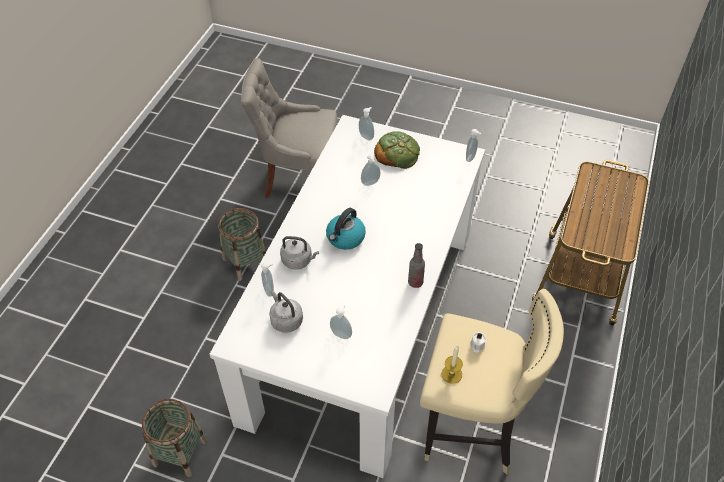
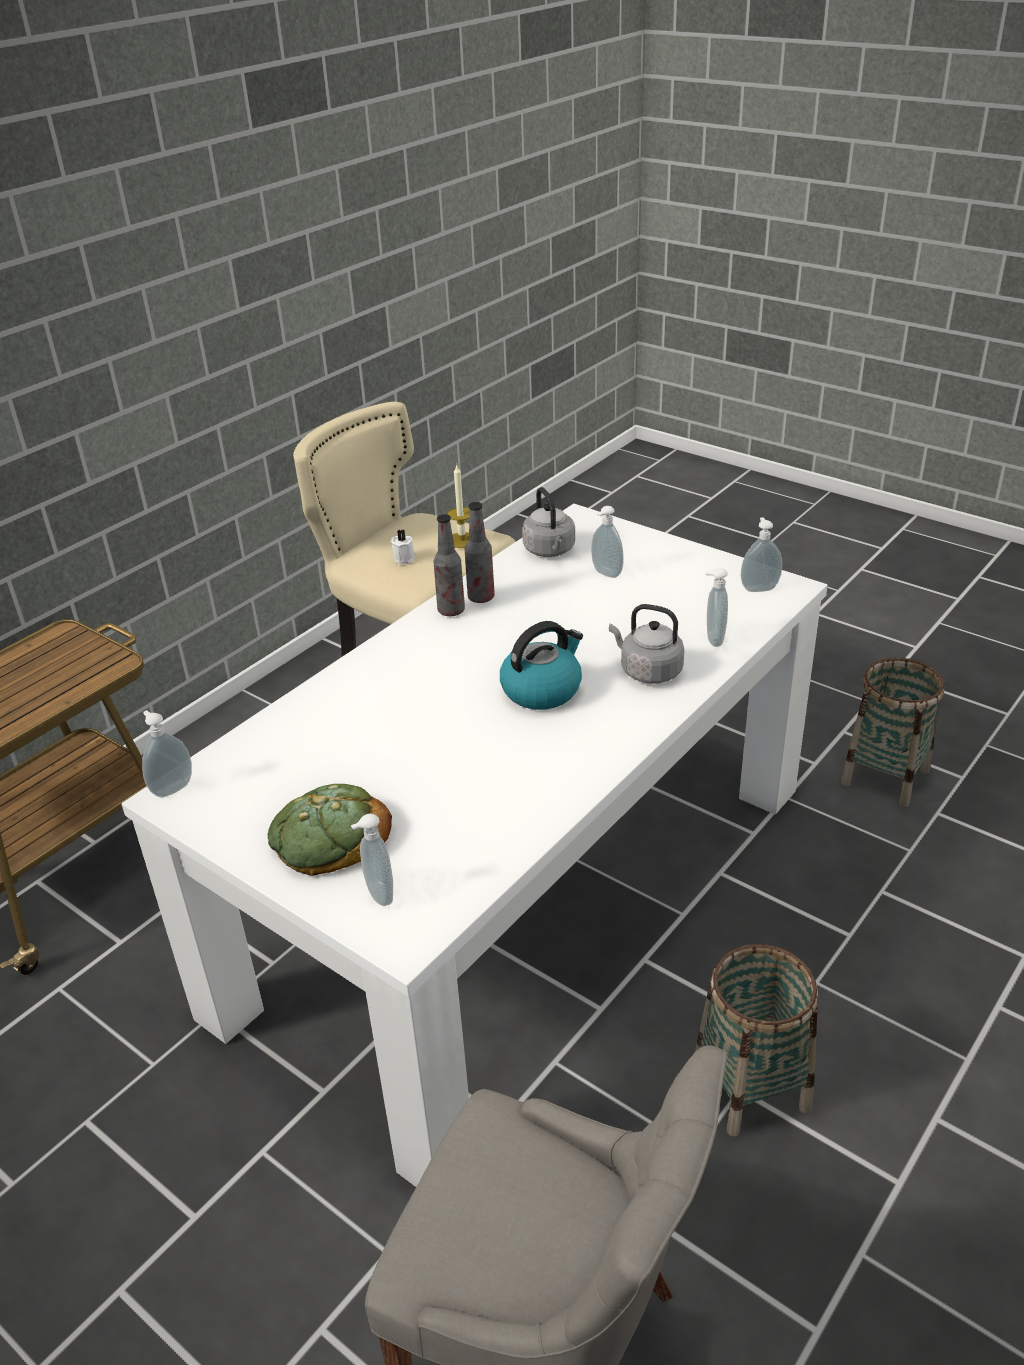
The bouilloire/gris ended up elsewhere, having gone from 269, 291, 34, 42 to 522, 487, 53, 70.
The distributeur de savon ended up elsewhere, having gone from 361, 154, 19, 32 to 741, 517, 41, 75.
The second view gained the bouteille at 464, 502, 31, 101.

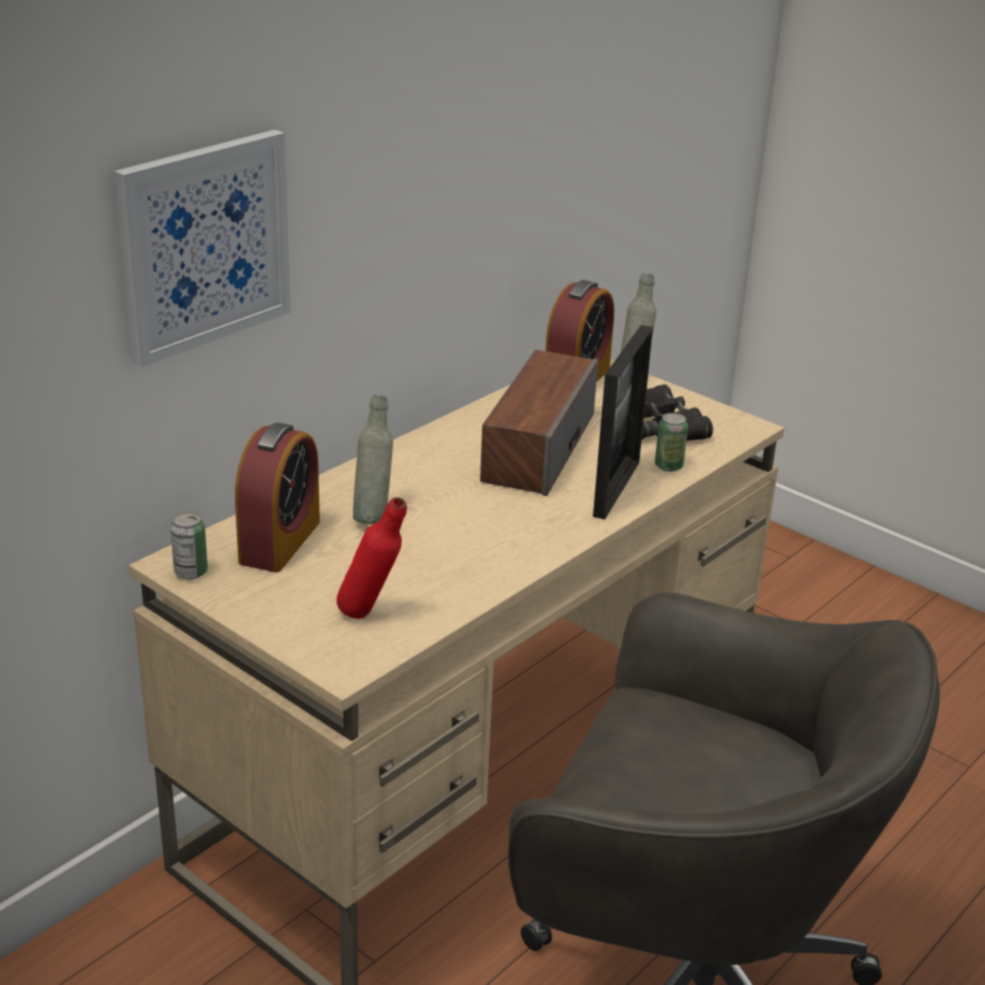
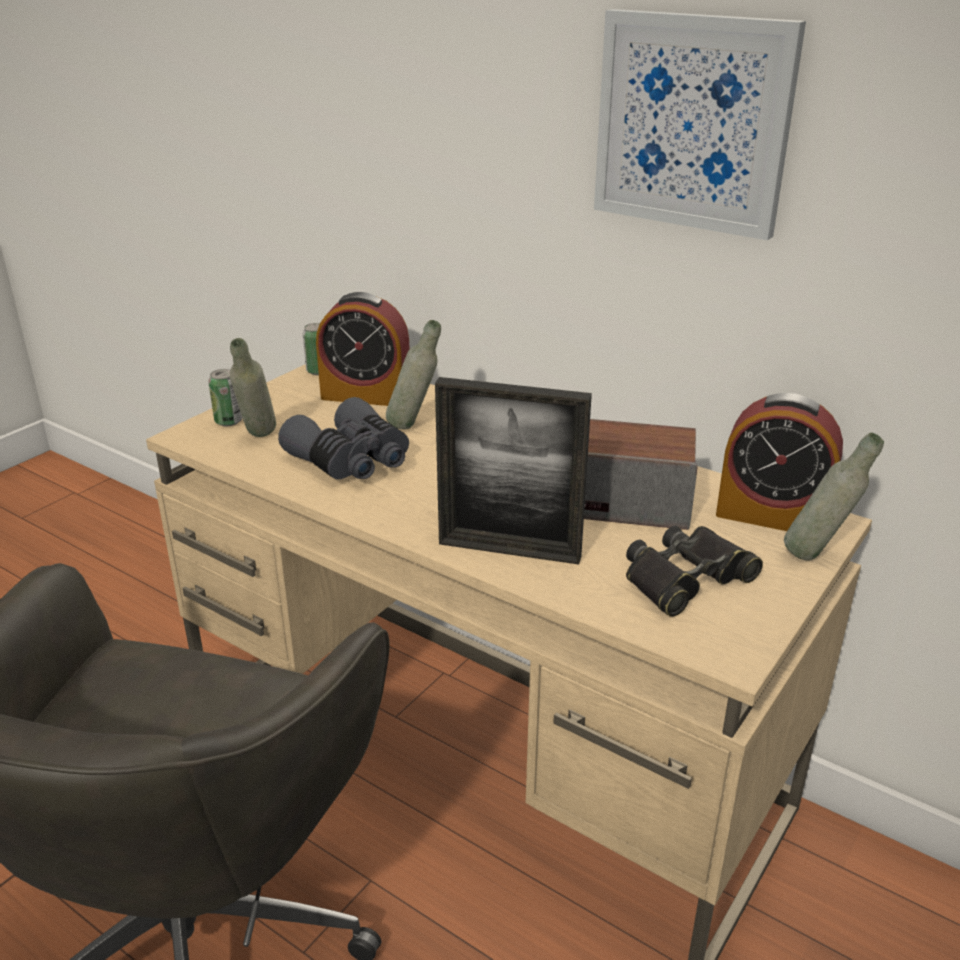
The tableau ended up elsewhere, having gone from 114, 130, 177, 237 to 594, 9, 212, 231.
What was the bouteille/rouge at 337, 497, 70, 122 turned into the bouteille/gris at 230, 338, 46, 99.
The boîte métallique ended up elsewhere, having gone from 655, 413, 33, 59 to 208, 369, 34, 57.
The second view gained the jumelles/gris at 278, 397, 131, 83.

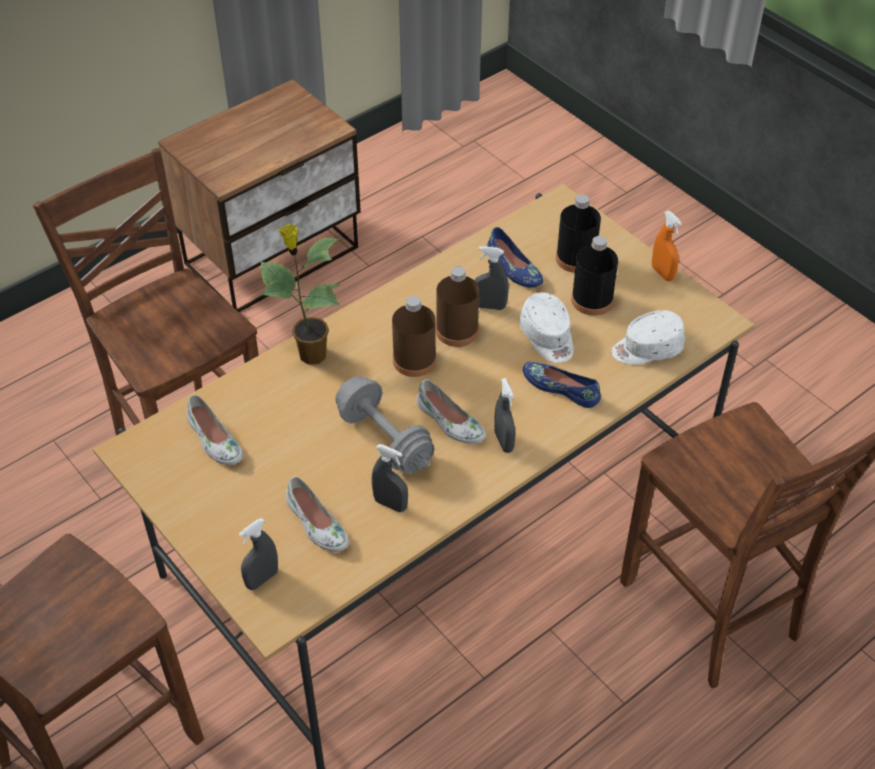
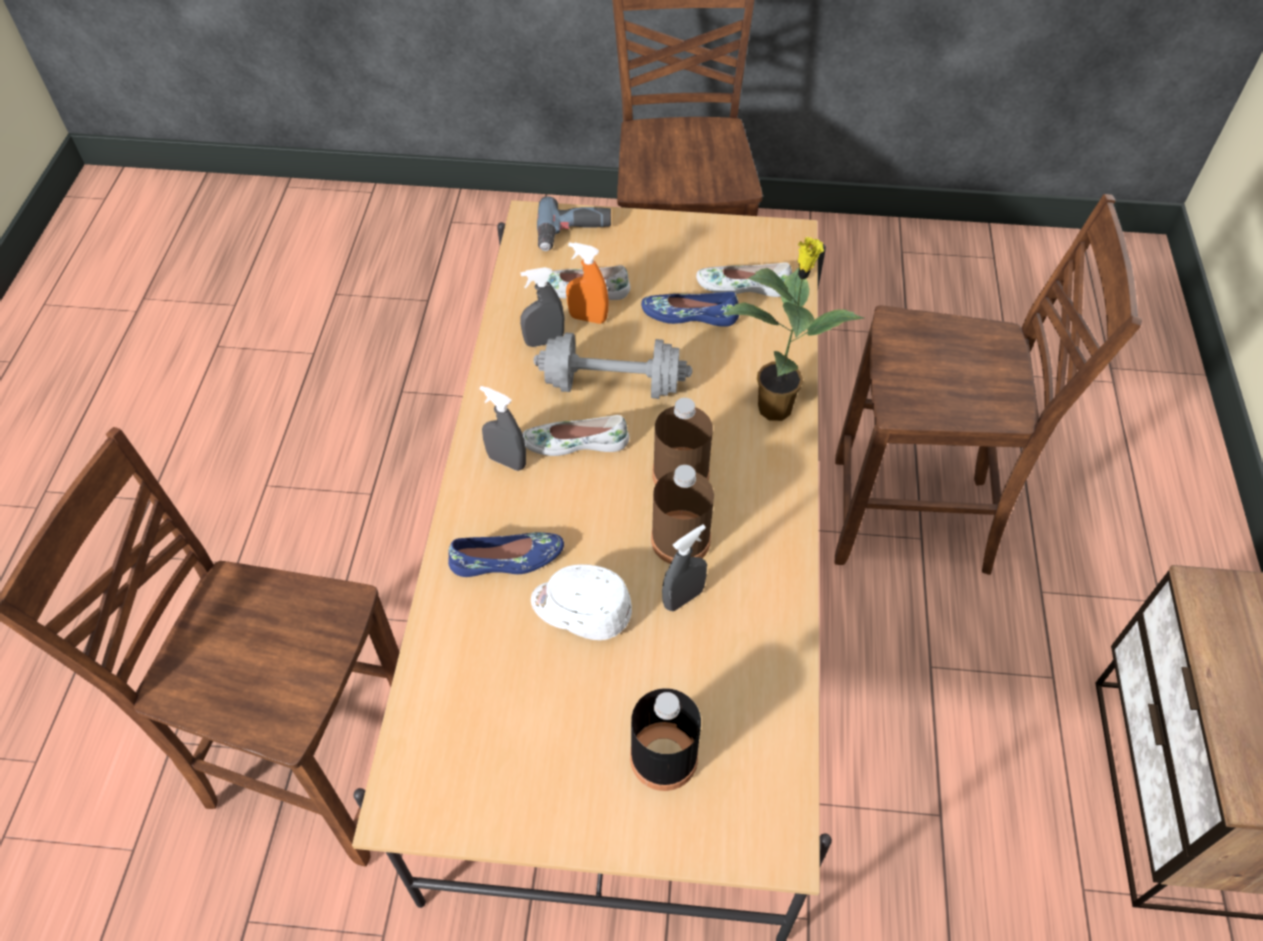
Where the vaporisateur/gris stood at 238, 518, 40, 72, the perceuse came to stand at 537, 196, 74, 55.
The chaussure/bleu ended up elsewhere, having gone from 487, 227, 57, 61 to 641, 292, 98, 35.
The second view lost the bouteille/noir at 571, 236, 47, 79.
The second view lost the casquette/blanc at 611, 310, 74, 55.
The vaporisateur/orange ended up elsewhere, having gone from 652, 211, 30, 70 to 566, 242, 43, 82.

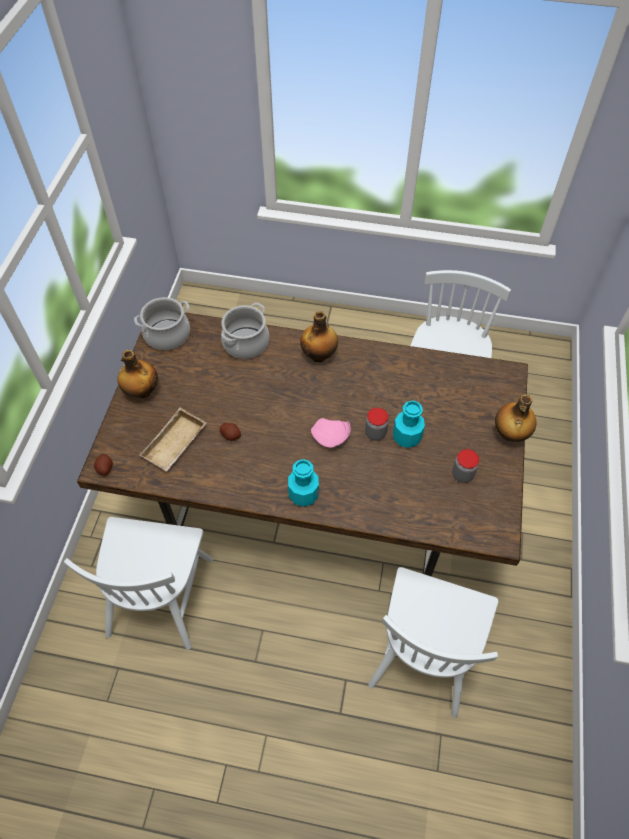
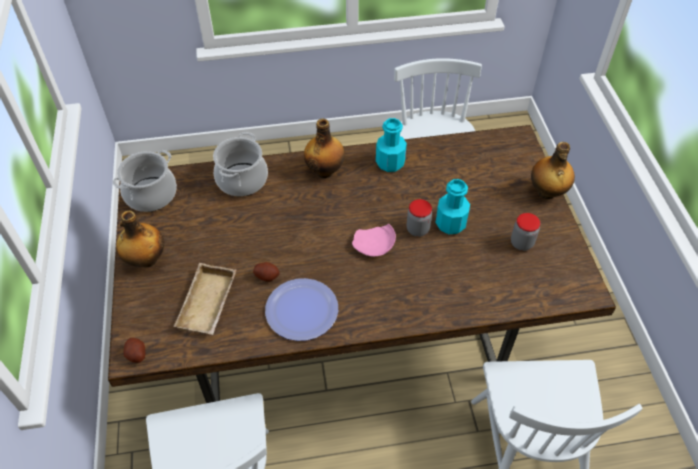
The bouteille/turquoise ended up elsewhere, having gone from 288, 459, 31, 48 to 376, 118, 31, 54.
The second view gained the assiette at 265, 278, 73, 63.

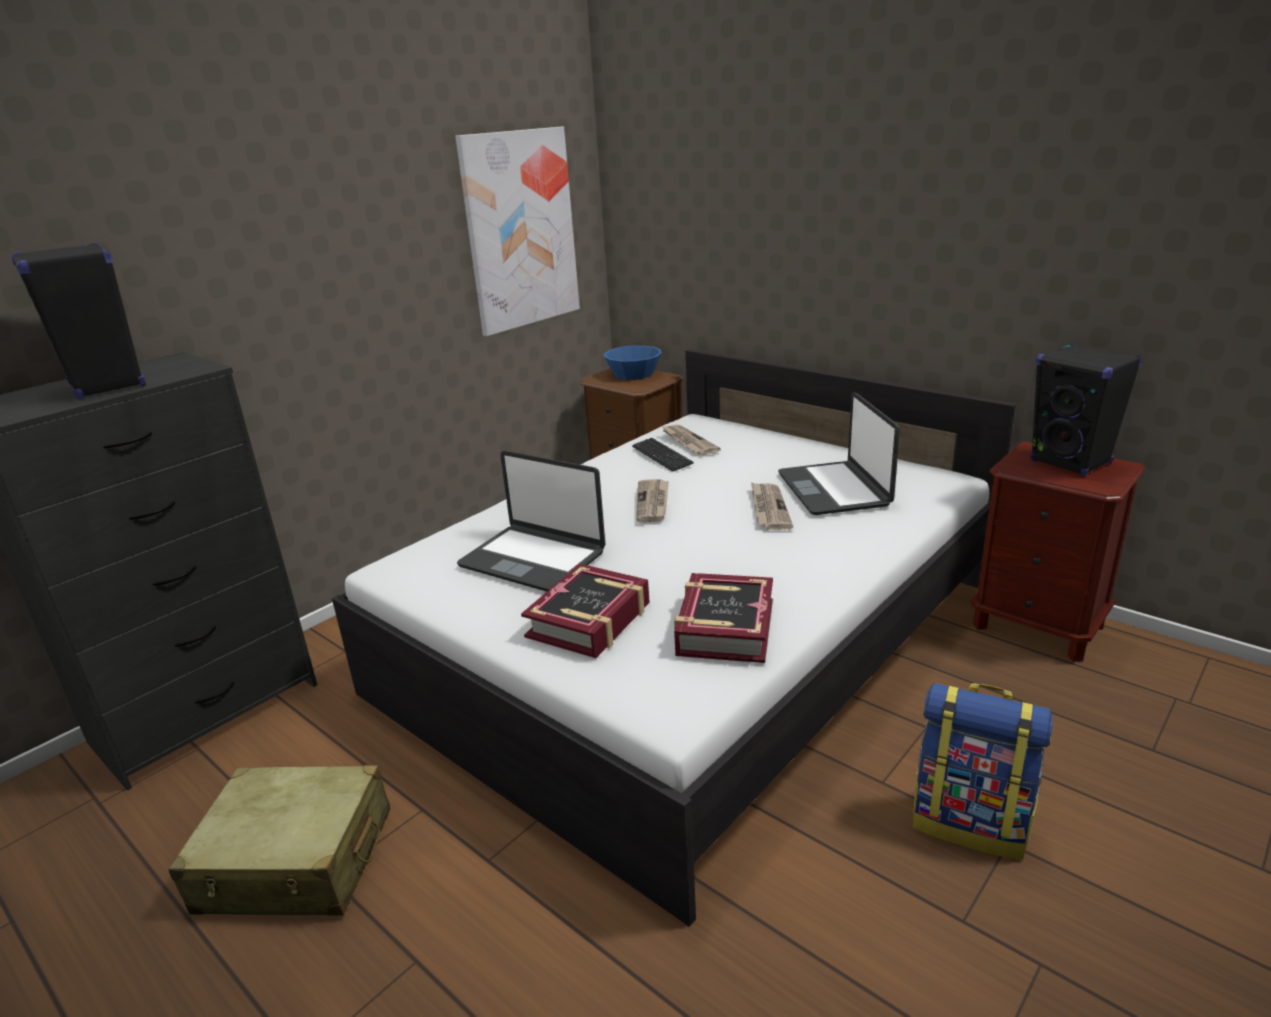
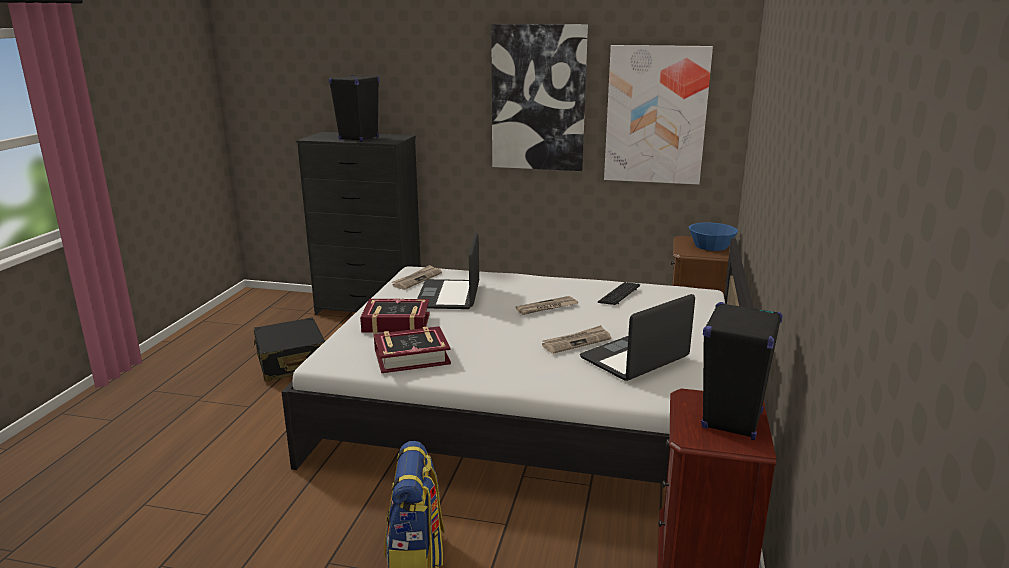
What was the valise/beige at 168, 765, 223, 151 turned into the valise/noir at 253, 317, 73, 64.
The journal ended up elsewhere, having gone from 661, 425, 60, 30 to 391, 265, 51, 25.
The second view gained the tableau at 491, 24, 97, 147.

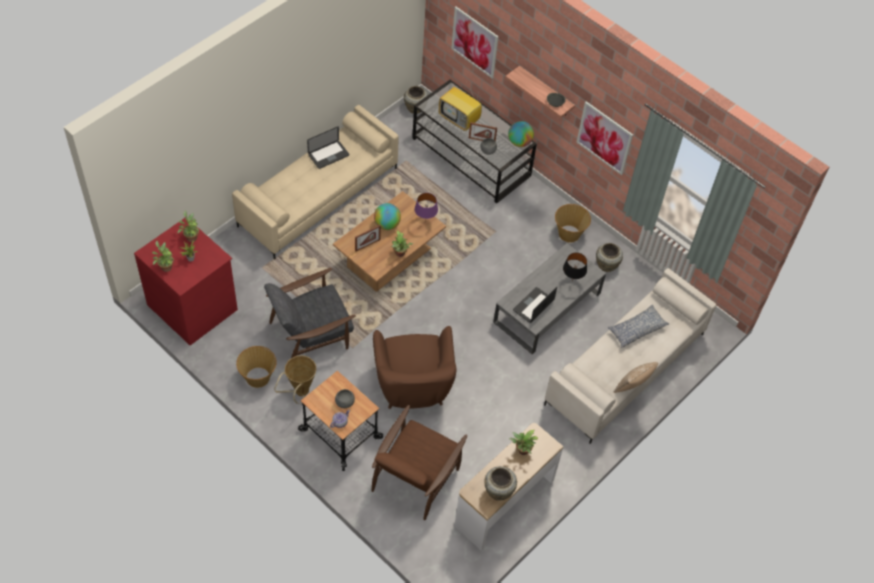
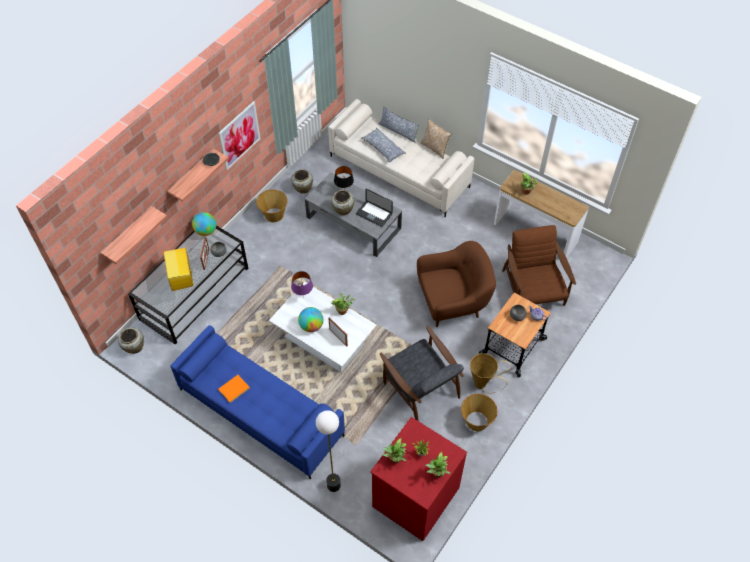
What was the canapé/beige at 232, 105, 167, 154 turned into the canapé/bleu at 170, 325, 175, 154.
Where the ordinateur portable stood at 307, 126, 42, 43, the livre/orange came to stand at 218, 375, 32, 28.
What was the table basse/marron at 333, 191, 113, 101 turned into the table basse/blanc at 269, 281, 108, 92.
The fauteuil/marron at 371, 405, 96, 115 ended up facing another way, 120 degrees counterclockwise from before.
The téléviseur at 439, 87, 43, 44 ended up facing another way, 135 degrees clockwise from before.
Where the tableau hung at 451, 7, 48, 72, the étagère came to hang at 100, 206, 67, 59.
The vase/beige ended up elsewhere, having gone from 484, 466, 33, 35 to 331, 190, 23, 25.
The second view gained the lampadaire at 316, 410, 25, 82.
The second view gained the coussin at 379, 107, 41, 36.

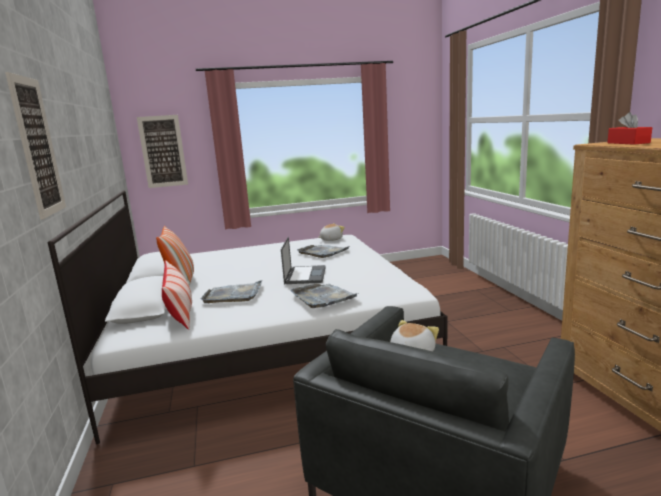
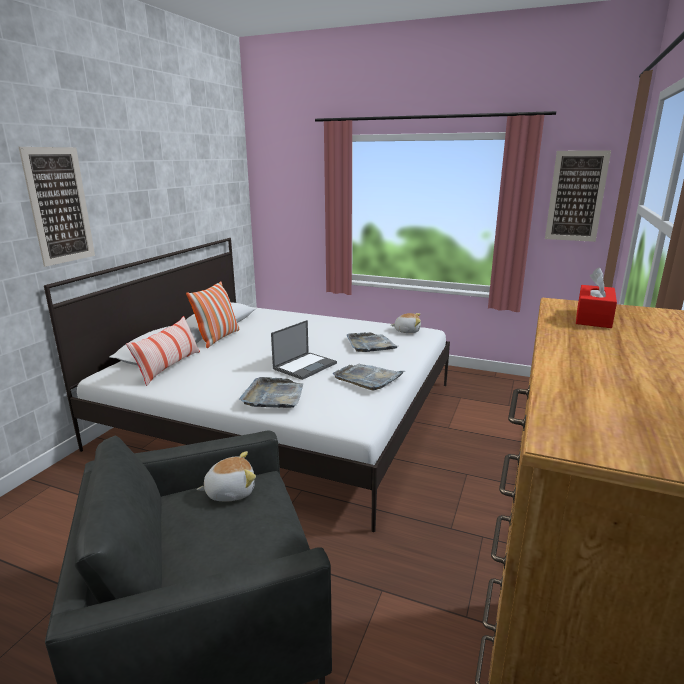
The tableau ended up elsewhere, having gone from 137, 115, 51, 73 to 545, 150, 66, 92.
The plateau/gris ended up elsewhere, having gone from 201, 280, 62, 23 to 333, 364, 72, 27.

